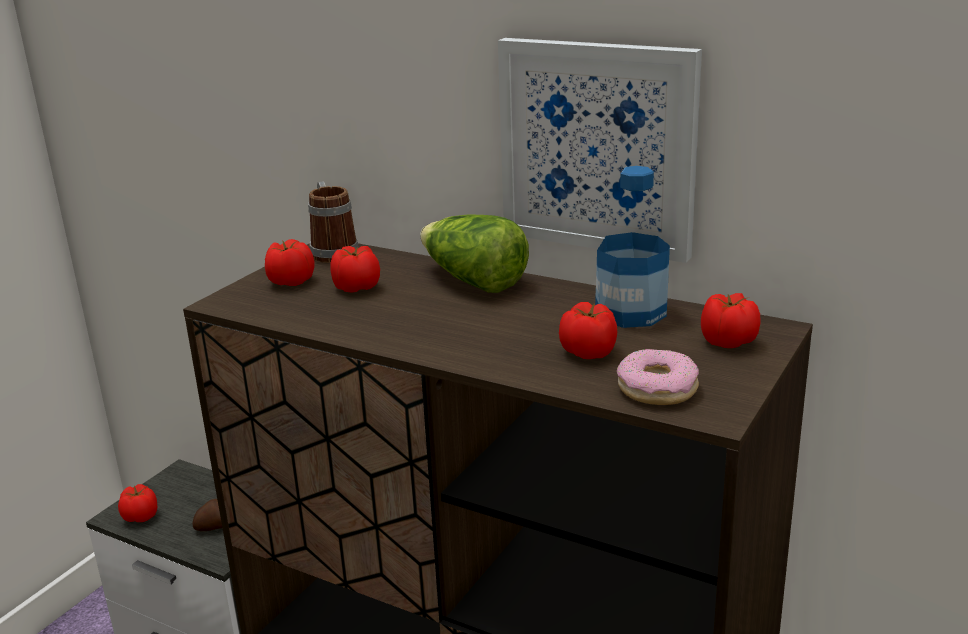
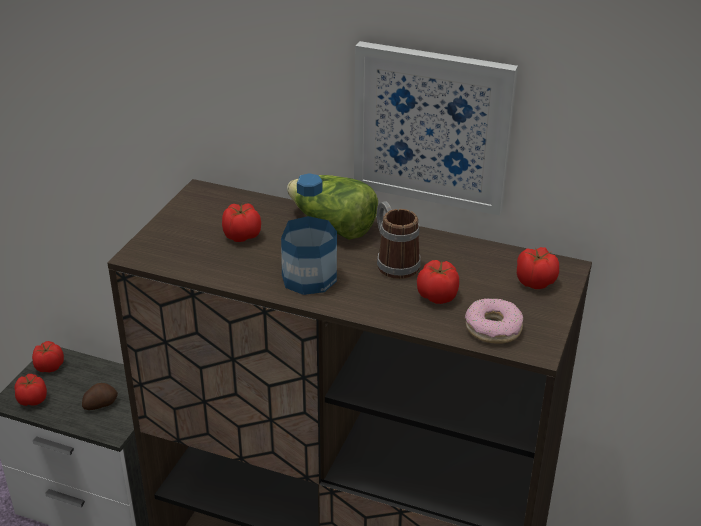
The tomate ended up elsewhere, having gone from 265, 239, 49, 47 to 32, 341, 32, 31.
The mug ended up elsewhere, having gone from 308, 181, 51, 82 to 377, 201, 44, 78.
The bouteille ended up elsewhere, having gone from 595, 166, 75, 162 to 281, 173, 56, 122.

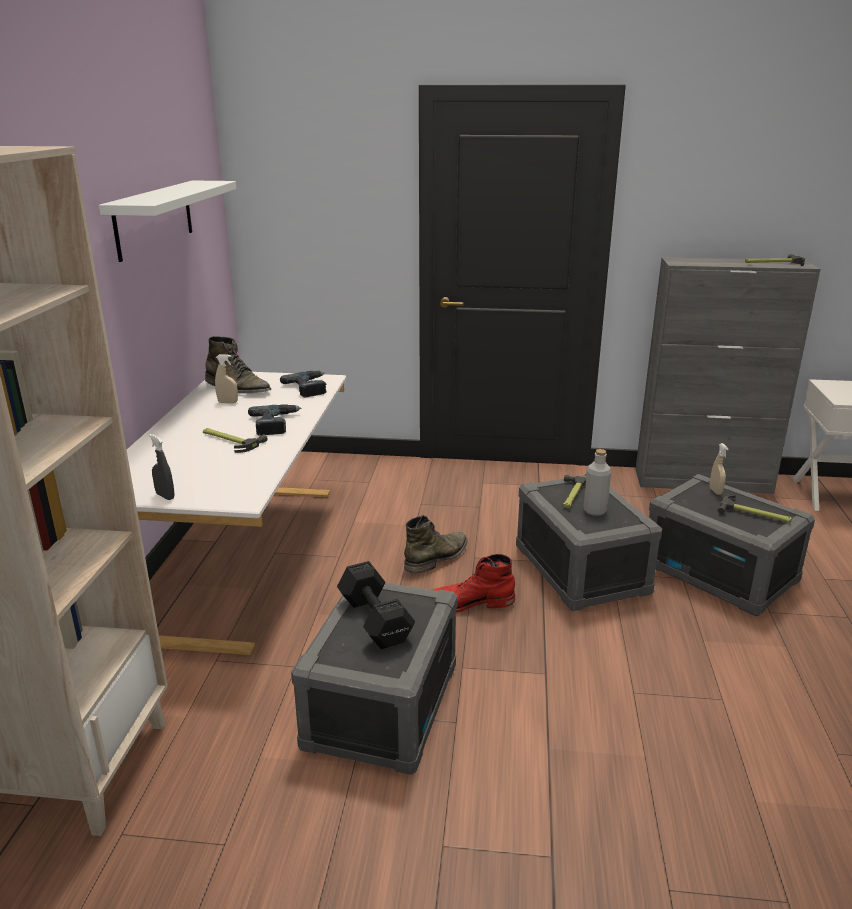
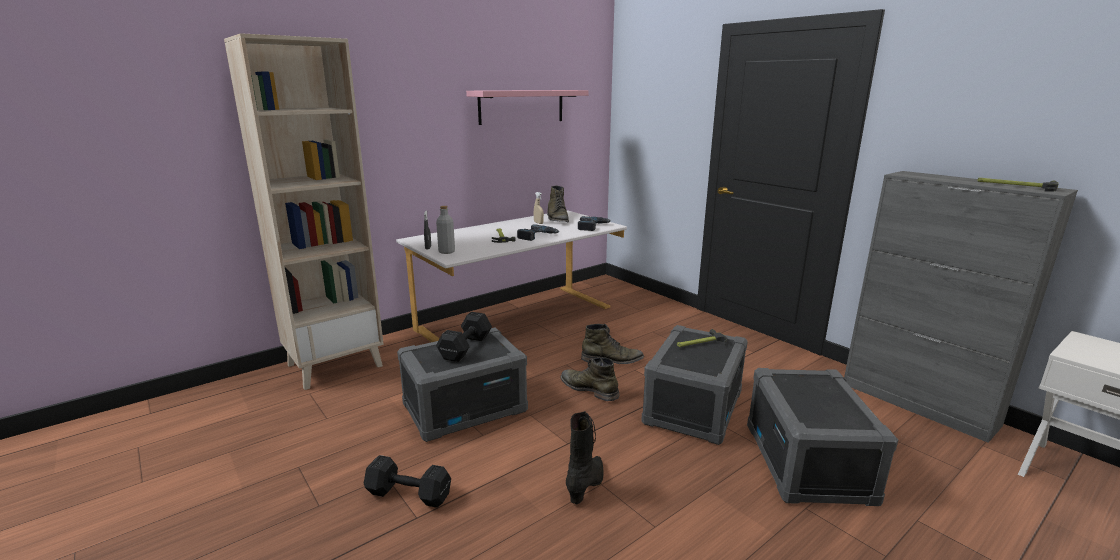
What was the étagère/blanc at 99, 180, 137, 82 turned into the étagère/rose at 466, 90, 123, 35.
What was the botte/rouge at 432, 554, 83, 58 turned into the botte/vert at 561, 357, 58, 44.
The bouteille/gris ended up elsewhere, having gone from 583, 449, 28, 67 to 436, 206, 19, 48.
The second view lost the vaporisateur/beige at 710, 443, 18, 52.
The second view lost the marteau at 718, 495, 74, 28.
The second view gained the haltère/noir at 364, 455, 87, 53.
The second view gained the botte/noir at 566, 411, 37, 94.

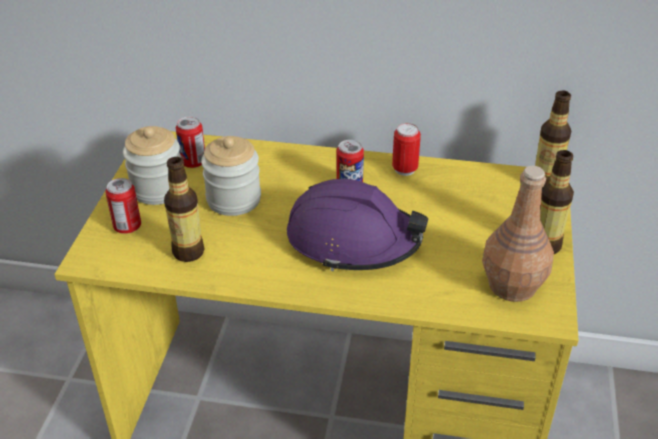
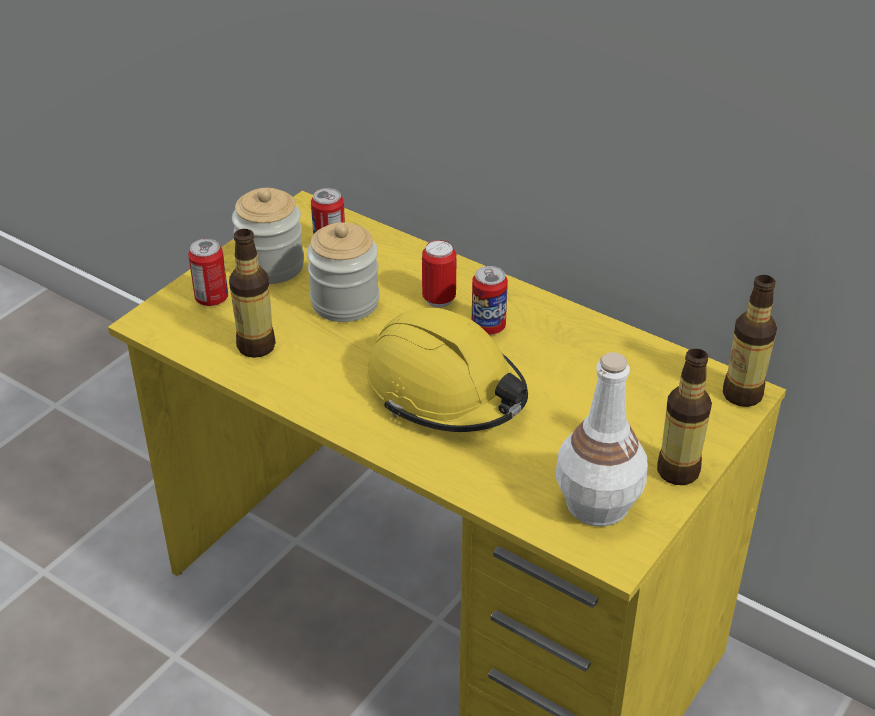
What was the casque de chantier/violet at 287, 179, 142, 92 turned into the casque de chantier/jaune at 367, 308, 161, 124.
The boîte métallique ended up elsewhere, having gone from 392, 123, 29, 53 to 422, 240, 34, 68.
What was the bouteille/marron at 482, 166, 72, 136 turned into the bouteille/blanc at 556, 352, 92, 174.

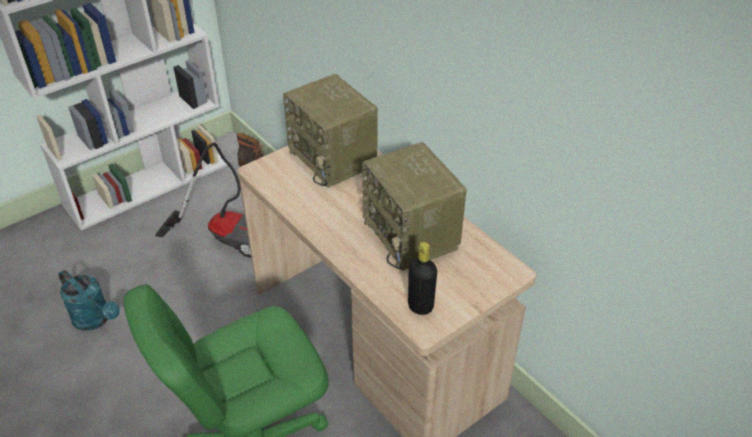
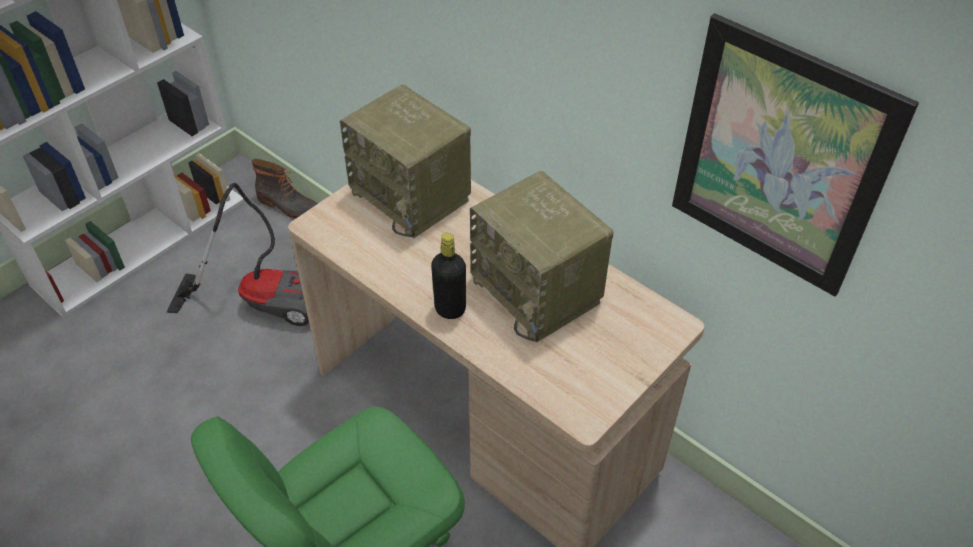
The second view lost the arrosoir/turquoise at 58, 270, 62, 61.
The bouteille/noir ended up elsewhere, having gone from 408, 242, 29, 73 to 431, 233, 35, 86.
The second view gained the tableau at 672, 13, 247, 283.

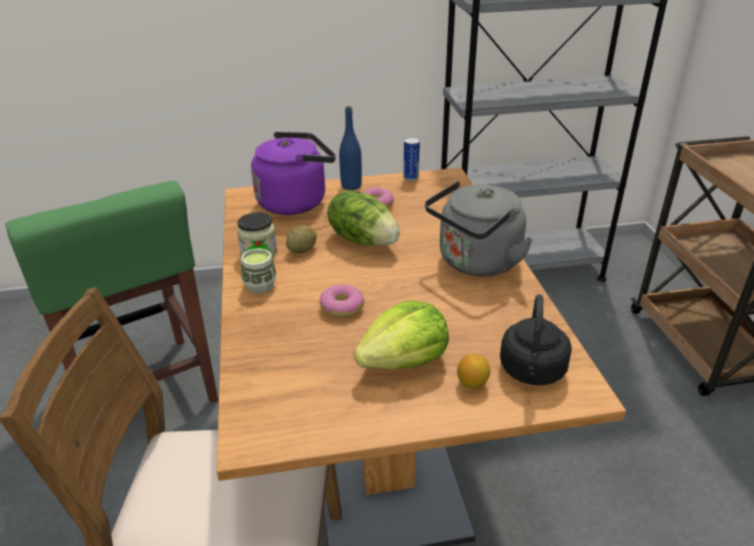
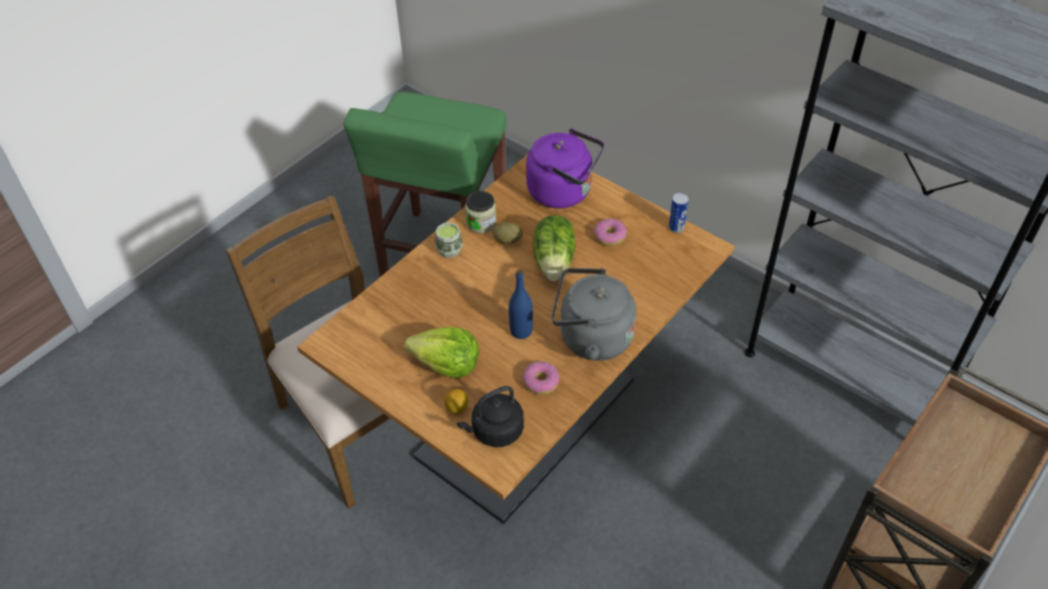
The beignet ended up elsewhere, having gone from 320, 284, 45, 34 to 523, 361, 37, 34.
The bouteille/bleu ended up elsewhere, having gone from 339, 106, 23, 84 to 509, 269, 24, 70.

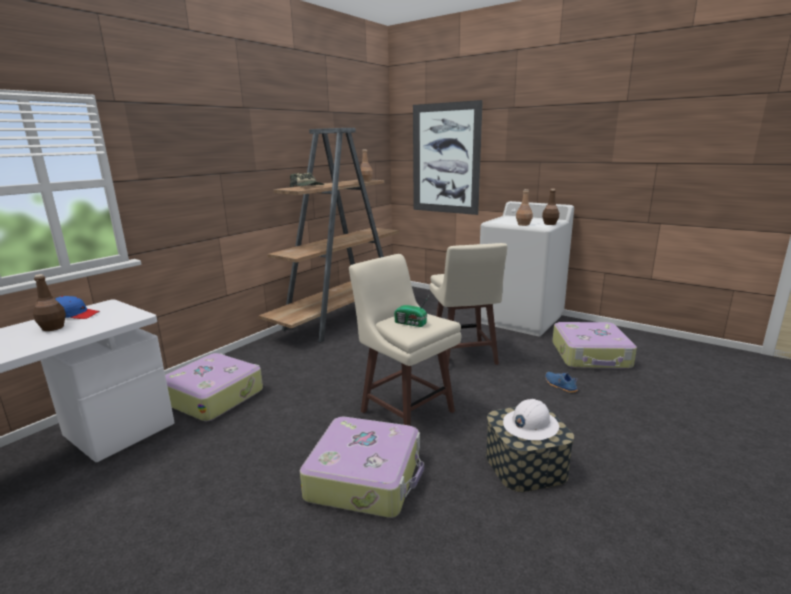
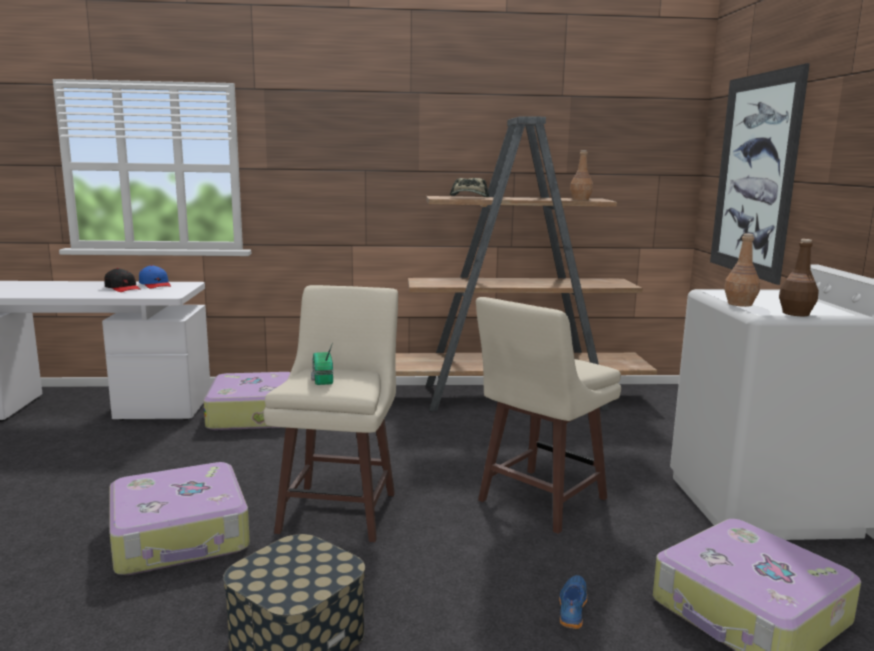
Where the bouteille/marron stood at 33, 274, 33, 57, the casquette/noir came to stand at 104, 268, 36, 24.
The second view lost the casque de chantier/blanc at 503, 399, 56, 41.

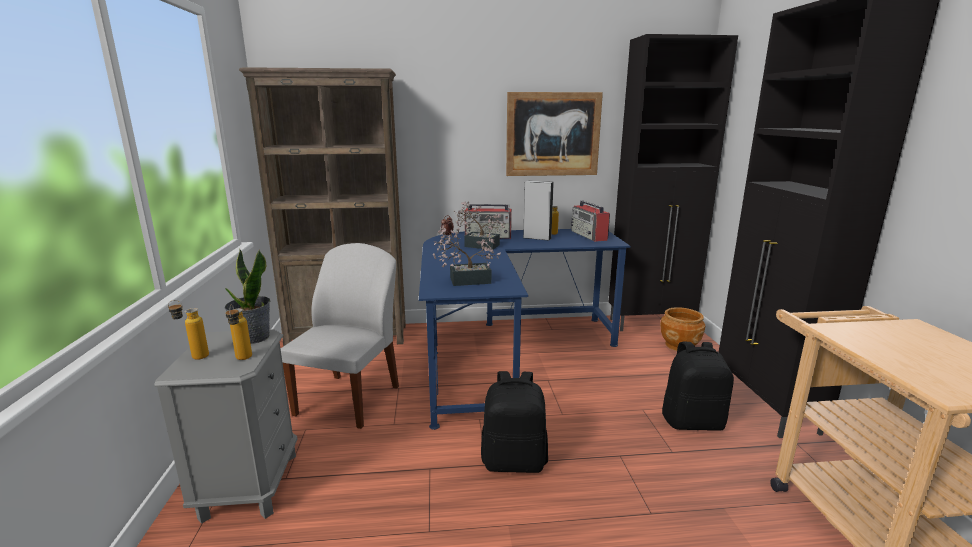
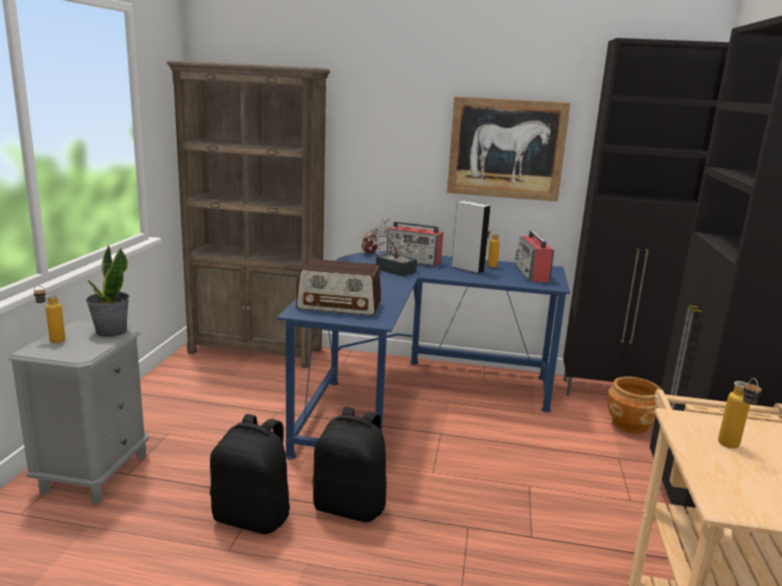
The bouteille ended up elsewhere, having gone from 226, 305, 26, 55 to 718, 378, 44, 70.
The second view lost the chaise/blanc at 281, 243, 118, 186.
Where the plante en pot stood at 433, 227, 68, 59, the radio came to stand at 296, 259, 85, 57.
The sac à dos/noir ended up elsewhere, having gone from 662, 342, 72, 89 to 210, 414, 80, 120.

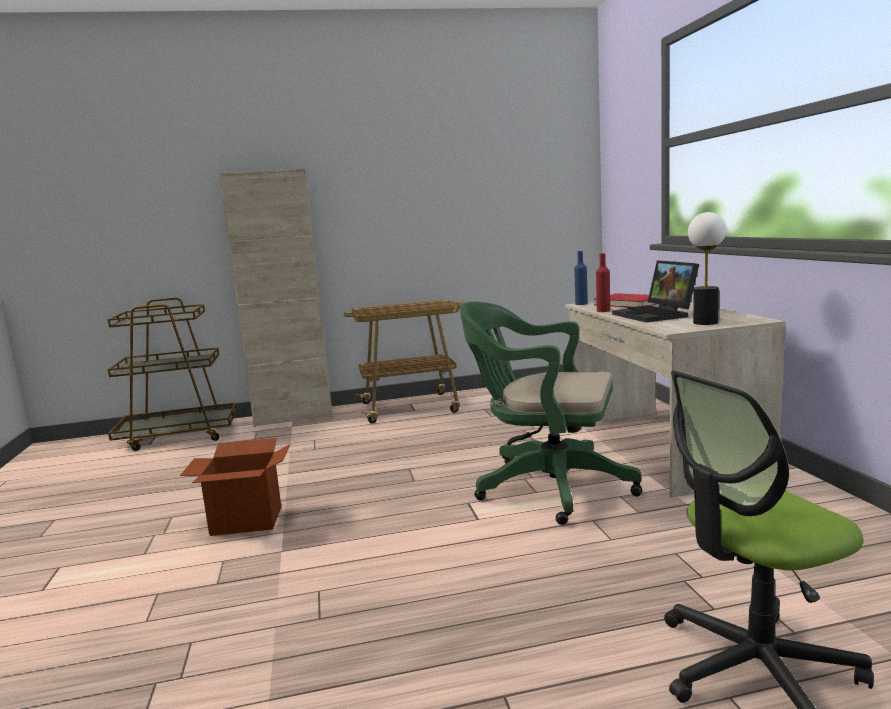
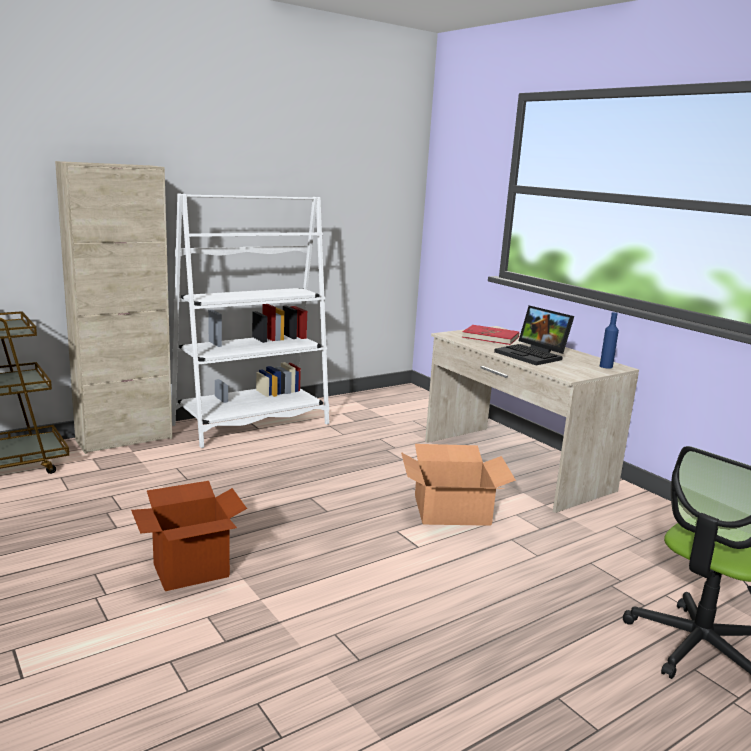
Where the chariot stood at 344, 300, 119, 124, the bibliothèque/blanc came to stand at 171, 193, 158, 255.
Where the chaise de bureau/vert stood at 459, 302, 183, 223, the carton came to stand at 401, 444, 115, 82.
The bouteille/bleu ended up elsewhere, having gone from 574, 251, 14, 54 to 600, 312, 19, 57.
The second view lost the bouteille/rouge at 596, 253, 14, 59.
The second view lost the lampe de table at 688, 212, 38, 113.

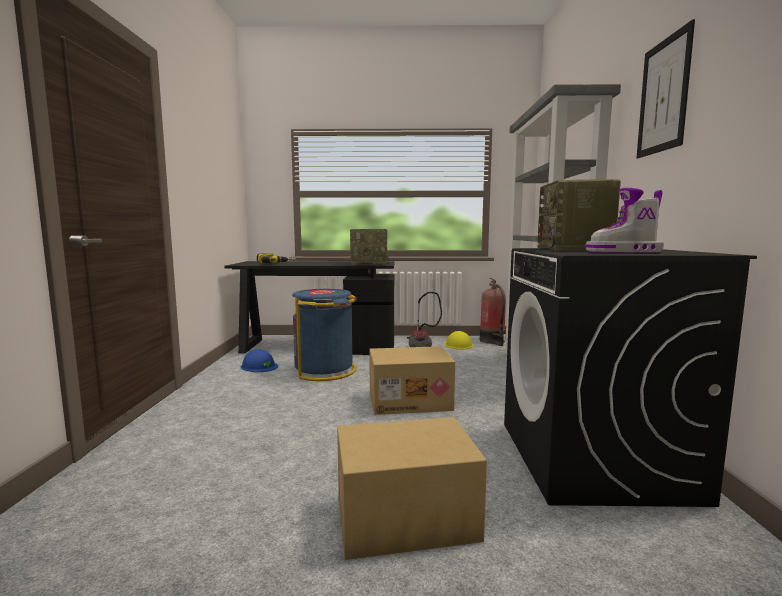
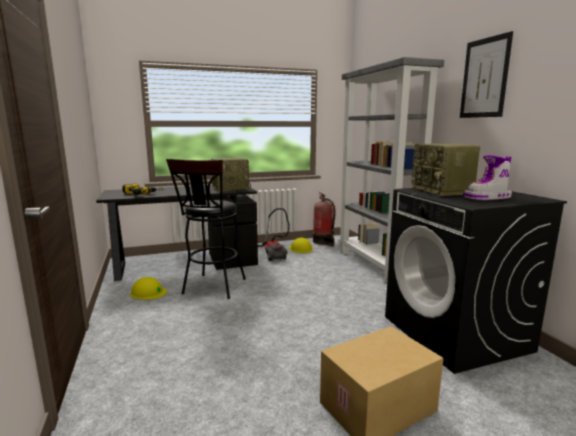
What was the casque de chantier/bleu at 241, 349, 37, 23 turned into the casque de chantier/jaune at 130, 277, 37, 23.
Where the poubelle/bleu stood at 292, 289, 65, 92, the tabouret/noir came to stand at 166, 159, 80, 140.
The second view lost the carton at 369, 346, 86, 69.

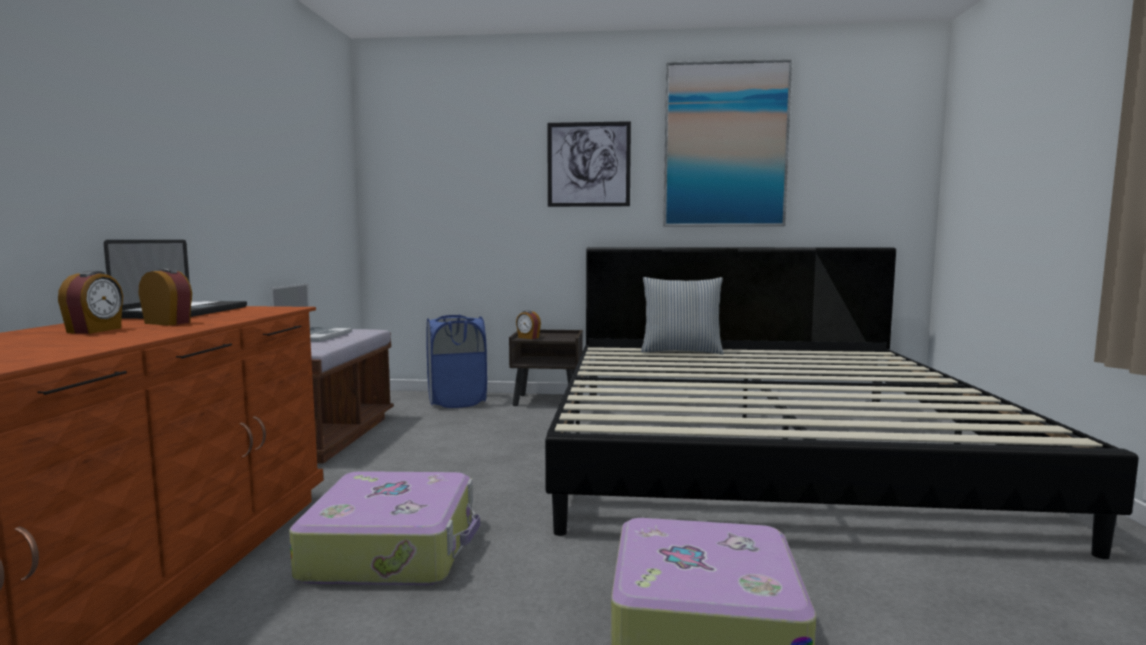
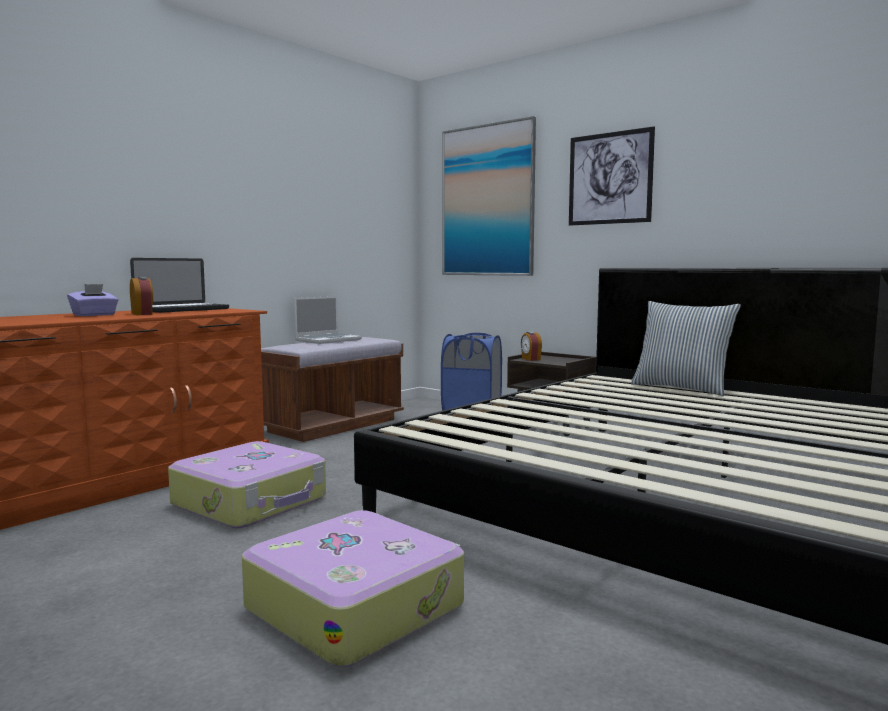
Where the réveil stood at 58, 271, 65, 63, the boîte à mouchoirs/violet came to stand at 67, 284, 51, 32.
The tableau ended up elsewhere, having gone from 663, 59, 130, 167 to 442, 116, 94, 160.

